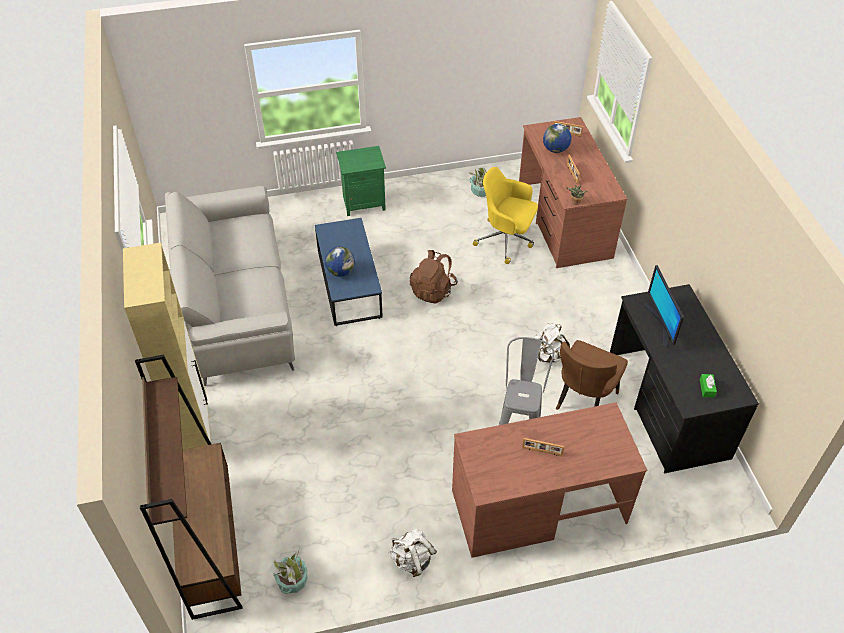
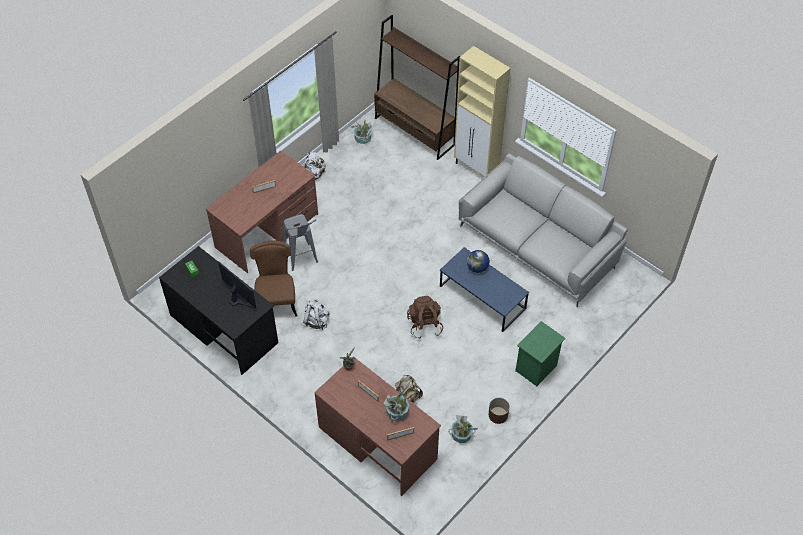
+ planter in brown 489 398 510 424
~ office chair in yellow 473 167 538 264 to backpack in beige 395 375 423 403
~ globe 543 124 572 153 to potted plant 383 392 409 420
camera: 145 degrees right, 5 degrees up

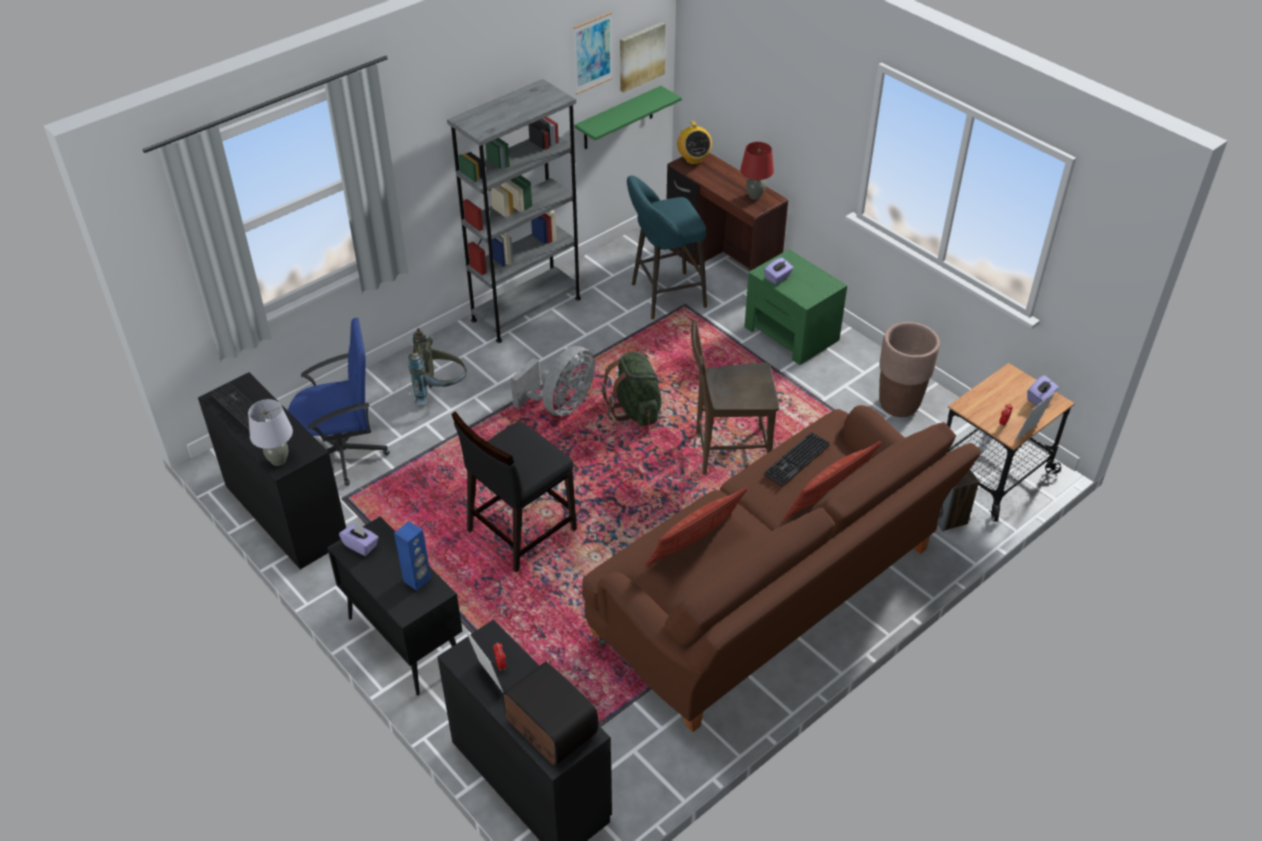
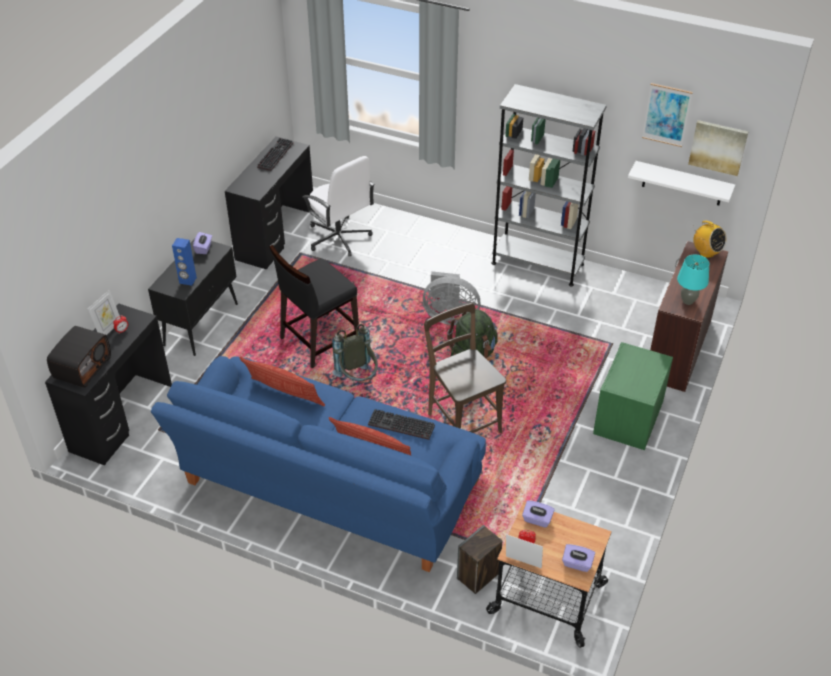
- table lamp in grey 248 399 293 466
- stool in turquoise 627 176 707 319
- planter in brown 879 322 940 417
~ backpack in grey 408 328 467 404 to 332 324 378 382
~ tissue box in purple 764 257 793 284 to 522 501 554 528
~ office chair in blue 288 318 390 486 to office chair in white 302 156 375 256
~ shelf in green 574 86 682 149 to shelf in white 628 161 735 206
~ sofa in brown 582 405 981 732 to sofa in blue 151 356 486 572
~ table lamp in red 740 142 774 200 to table lamp in turquoise 677 254 709 305
~ chair in black 451 411 577 572 = 270 245 359 368 60 degrees counterclockwise
~ radio 677 121 712 165 = 693 221 727 258 90 degrees counterclockwise
camera: 65 degrees right, 0 degrees up

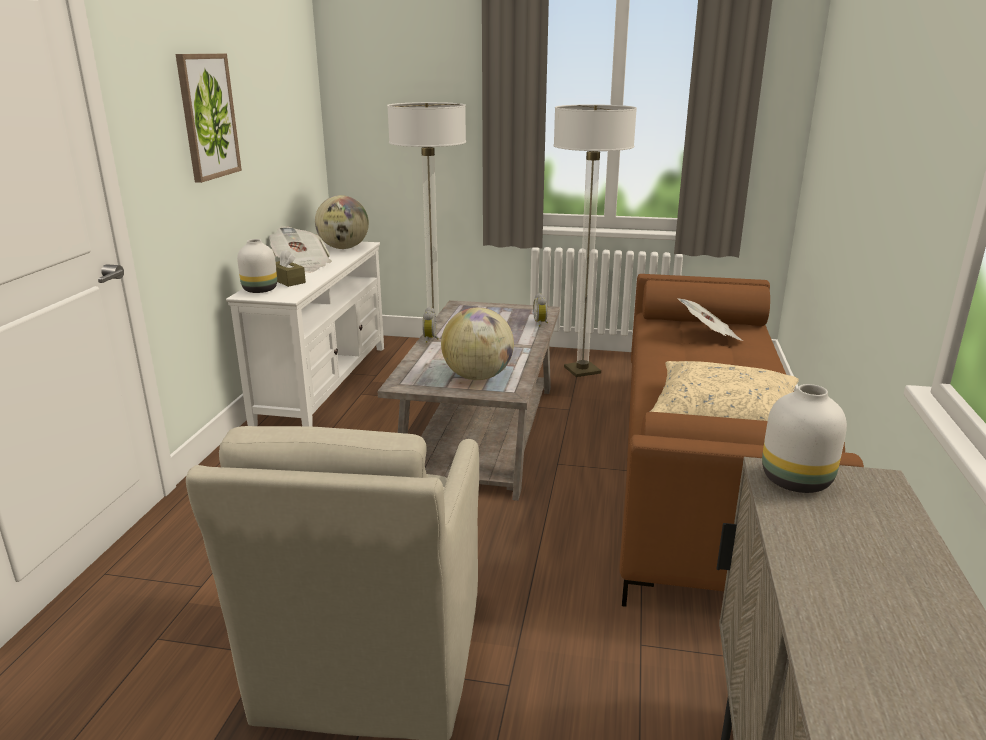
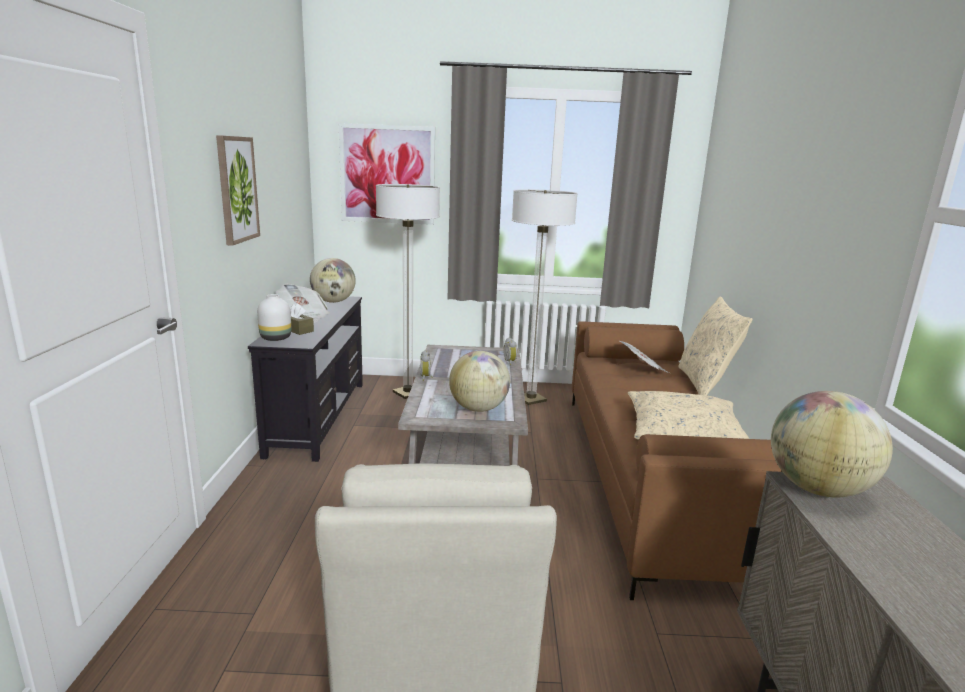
+ picture 339 123 435 225
+ pillow in beige 678 296 752 395
~ vase in white 762 384 847 493 to globe 771 391 893 497
~ tv stand in white 226 241 384 427 to tv stand in black 248 296 363 462
camera: 10 degrees left, 5 degrees down

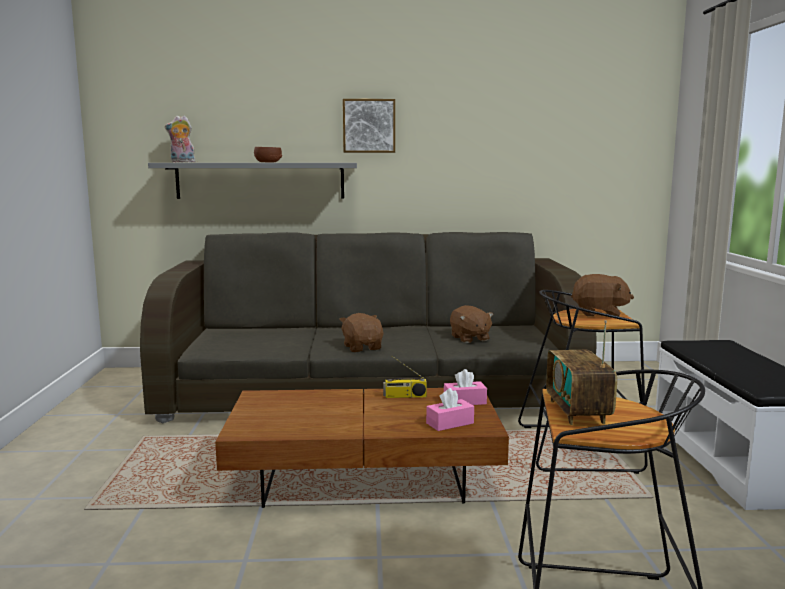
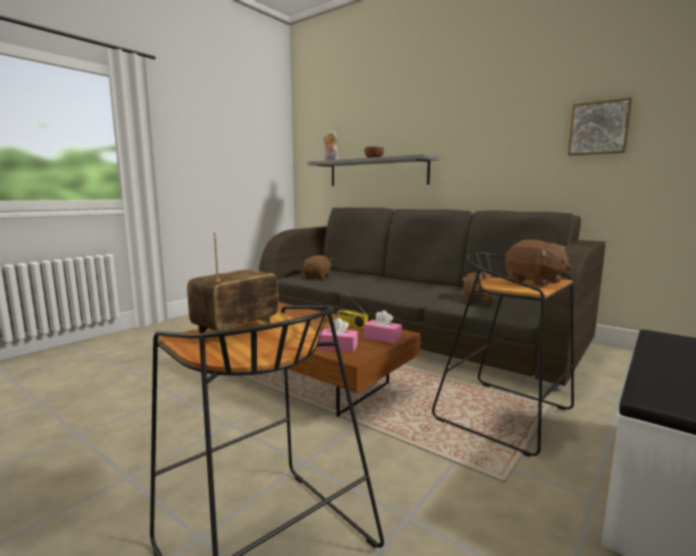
~ plush toy in brown 339 313 383 352 to 303 255 332 279
~ picture 343 99 395 153 to 568 97 632 156
camera: 40 degrees right, 0 degrees up

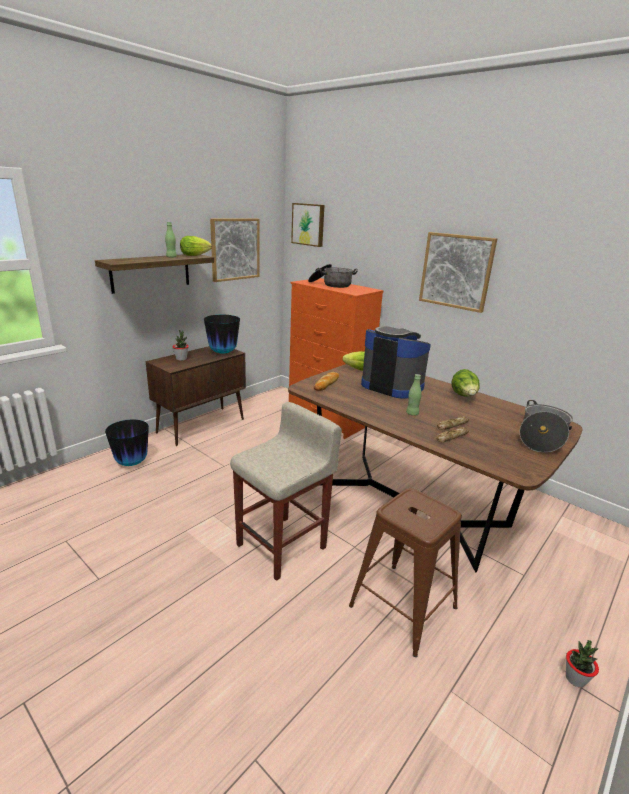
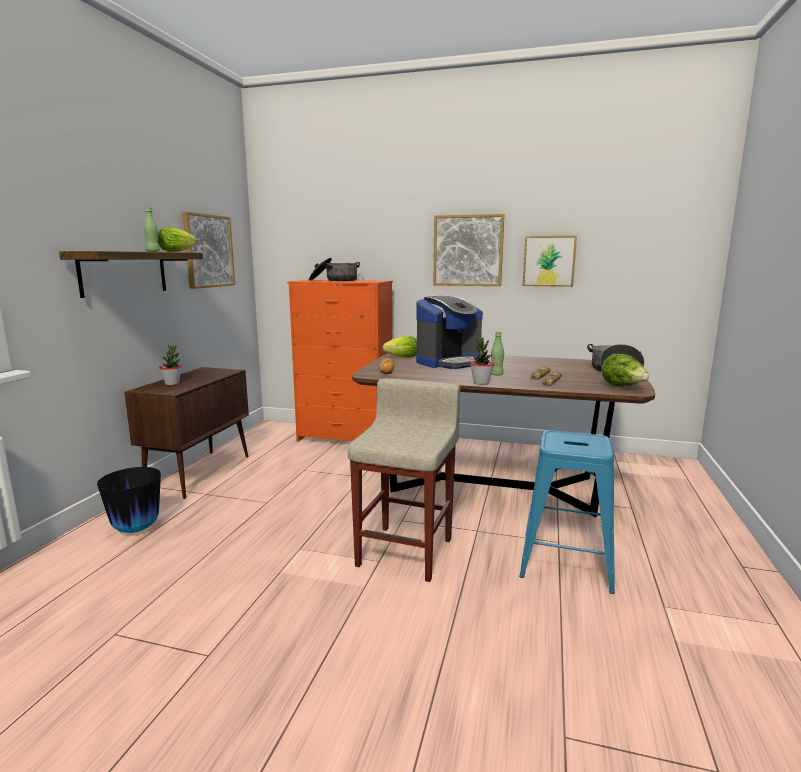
- vase 204 315 240 354
~ picture 291 203 324 247 to 523 236 577 287
~ lettuce 451 369 480 397 to 601 354 649 387
~ potted plant 566 640 599 688 to 470 338 494 385
~ stool in brown 349 488 462 657 to stool in blue 519 430 615 594
~ coffee machine 361 326 431 399 = 416 296 483 369 135 degrees clockwise
camera: 25 degrees left, 10 degrees down

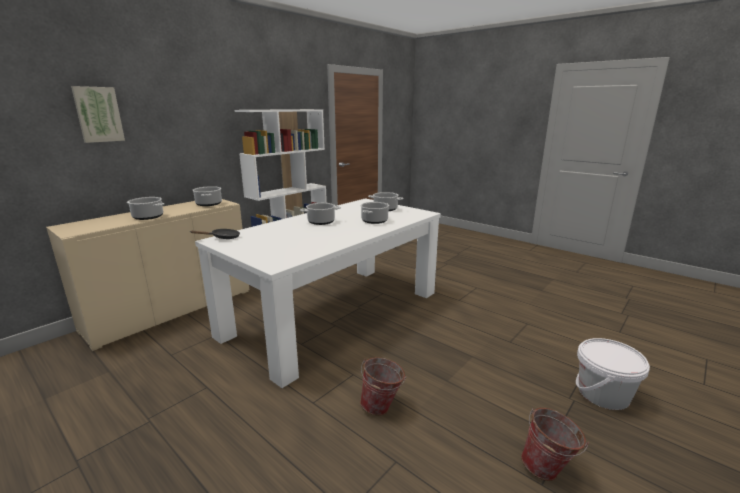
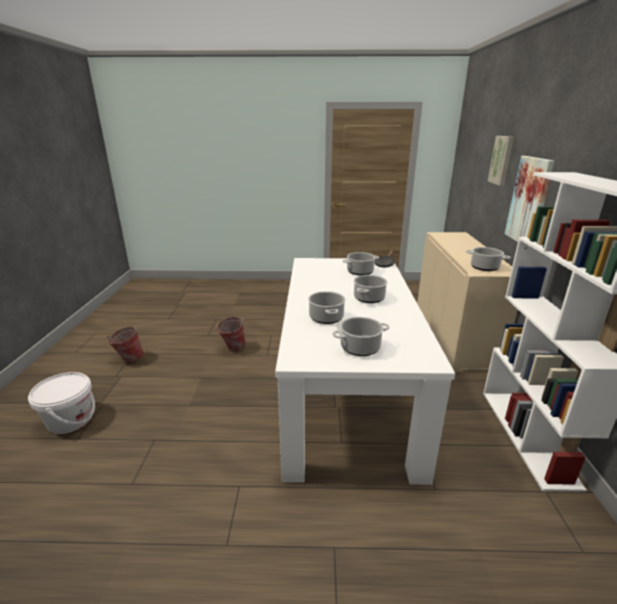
+ picture 505 156 554 242
~ cooking pot 127 197 165 220 to 343 252 379 275
camera: 140 degrees right, 5 degrees up

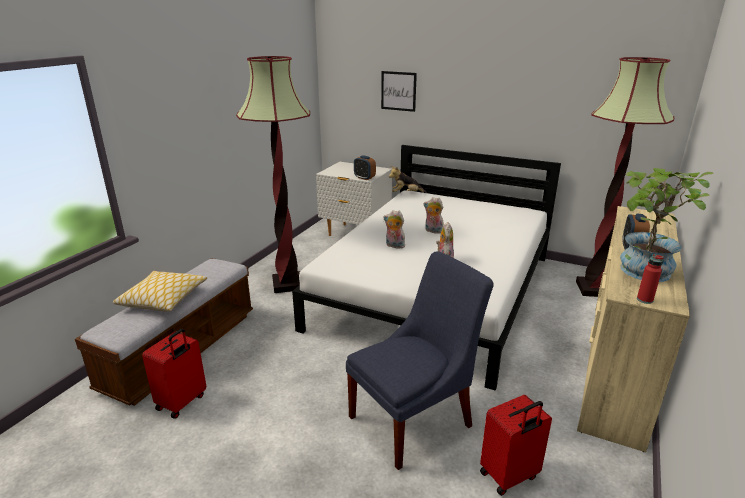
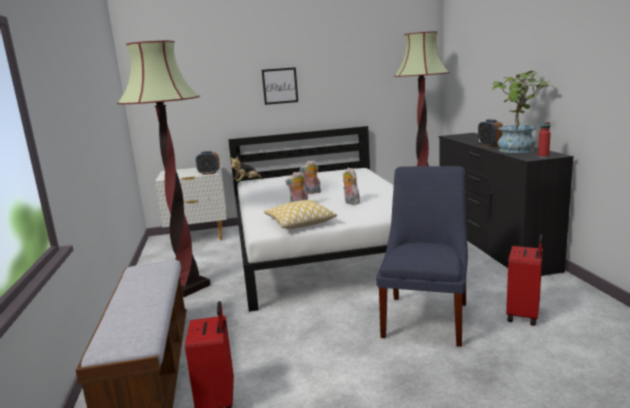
~ pillow 113 271 207 312 to 264 200 337 229
~ picture 381 71 417 112 to 262 67 298 105
~ dresser in beige 577 206 690 452 to dresser in black 439 133 574 276
camera: 35 degrees left, 10 degrees down

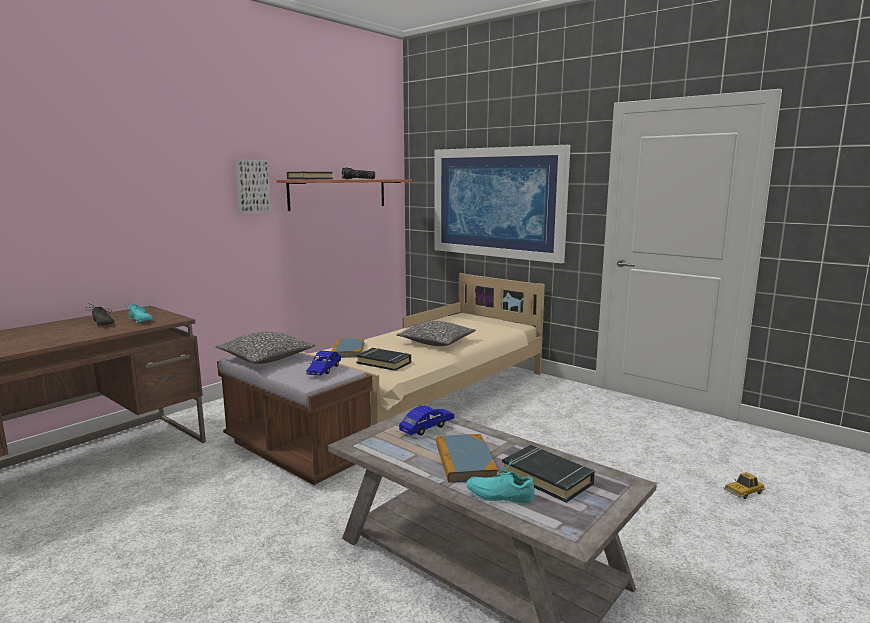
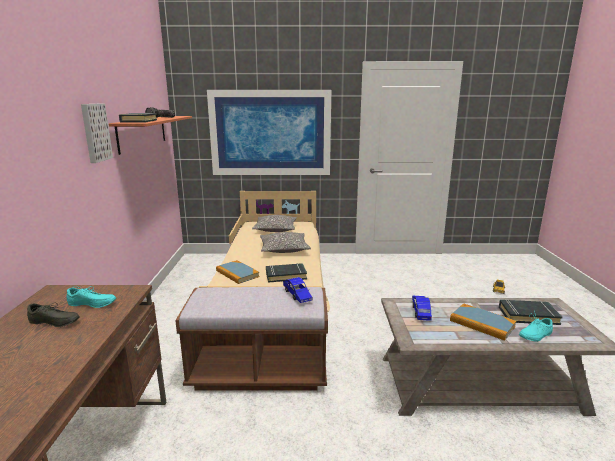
~ pillow 215 332 315 364 to 252 215 297 232
camera: 40 degrees left, 5 degrees up

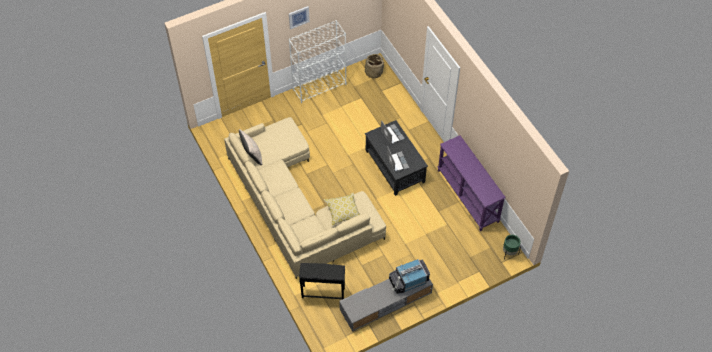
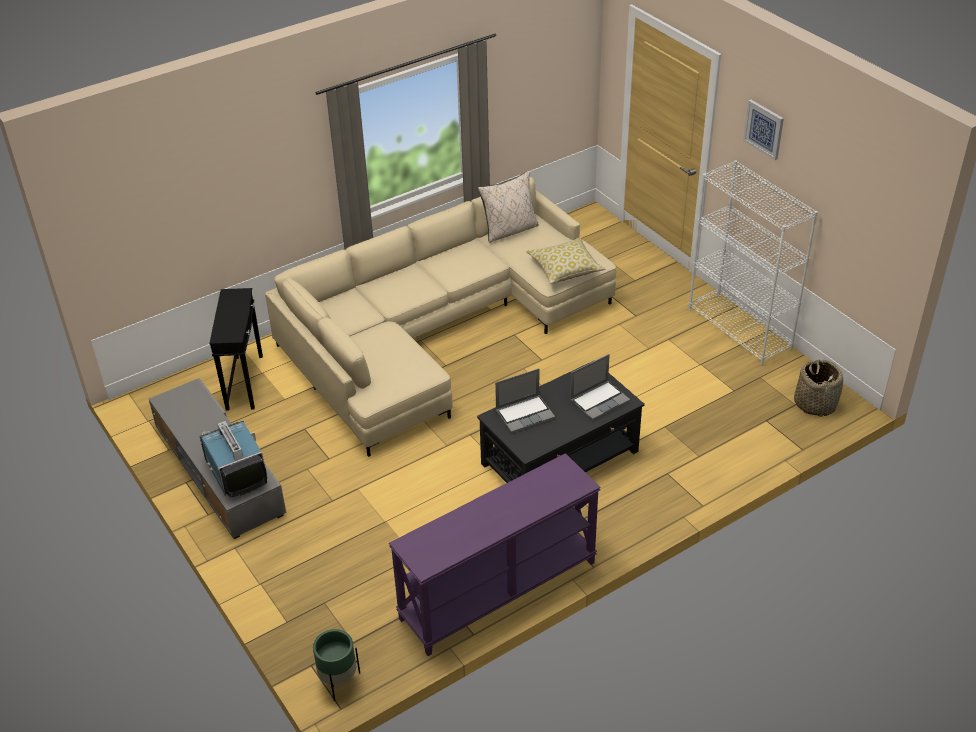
~ pillow 324 193 360 225 to 526 237 605 284
camera: 85 degrees right, 15 degrees down

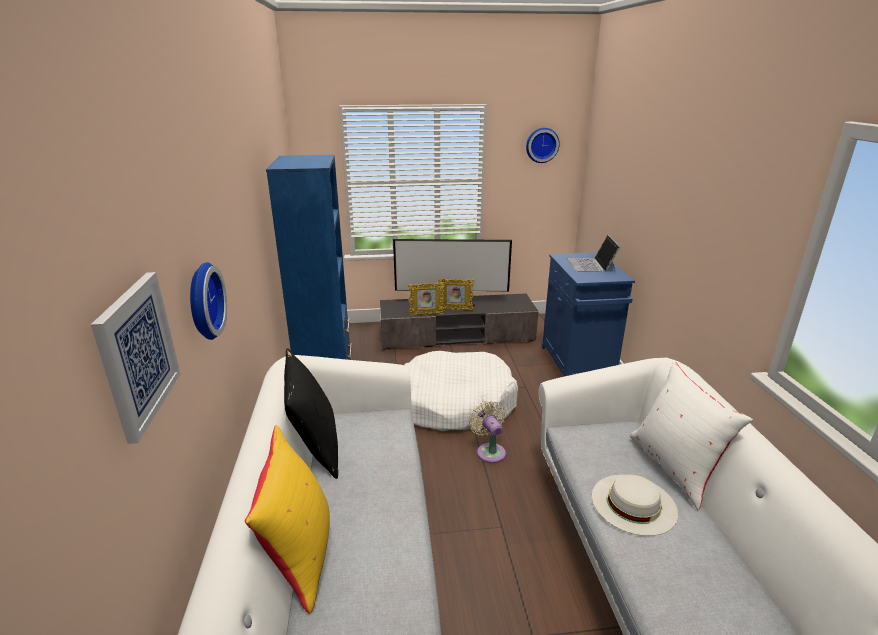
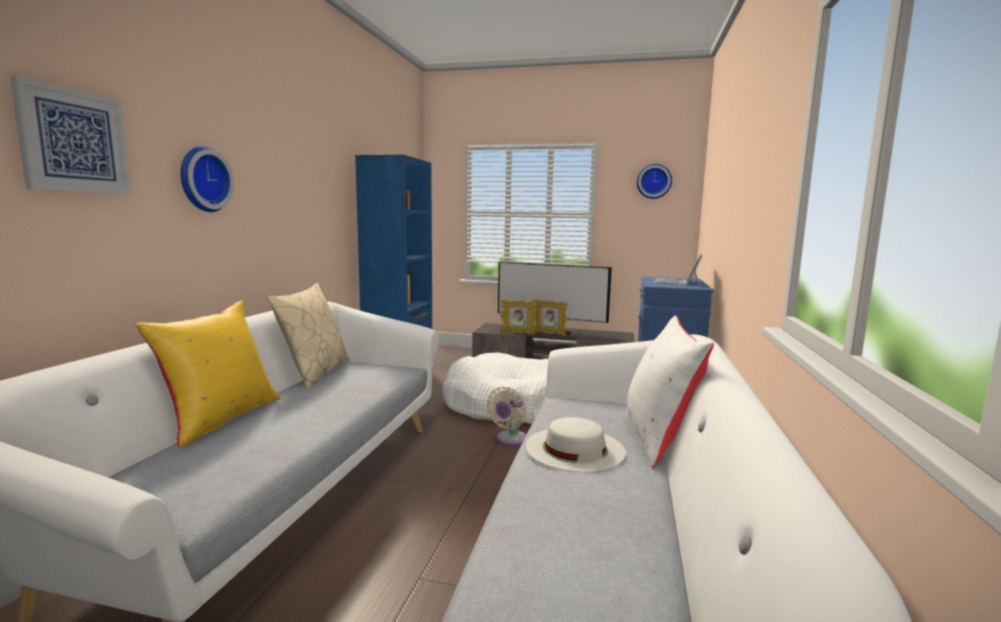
~ pillow in black 284 348 338 479 to pillow in beige 268 283 350 389
~ fan in beige 469 401 506 463 = 487 387 526 445 150 degrees counterclockwise
camera: 20 degrees right, 15 degrees down

